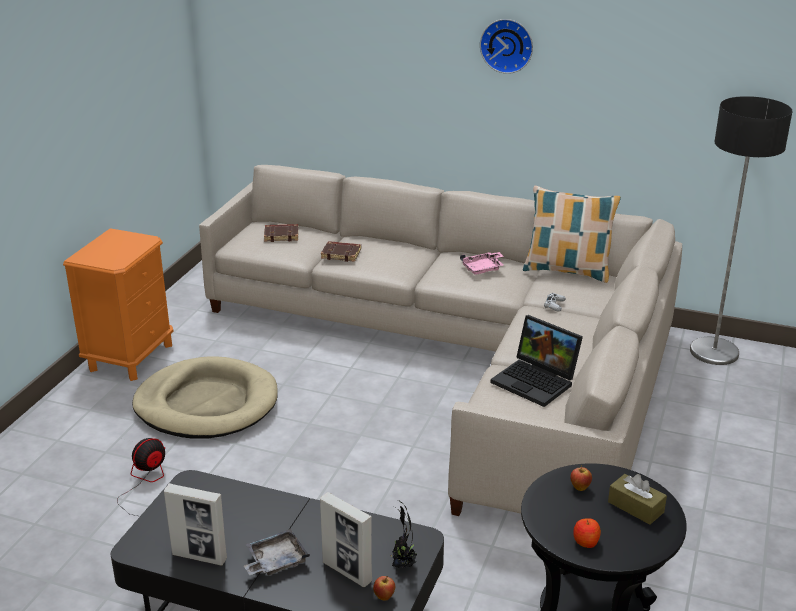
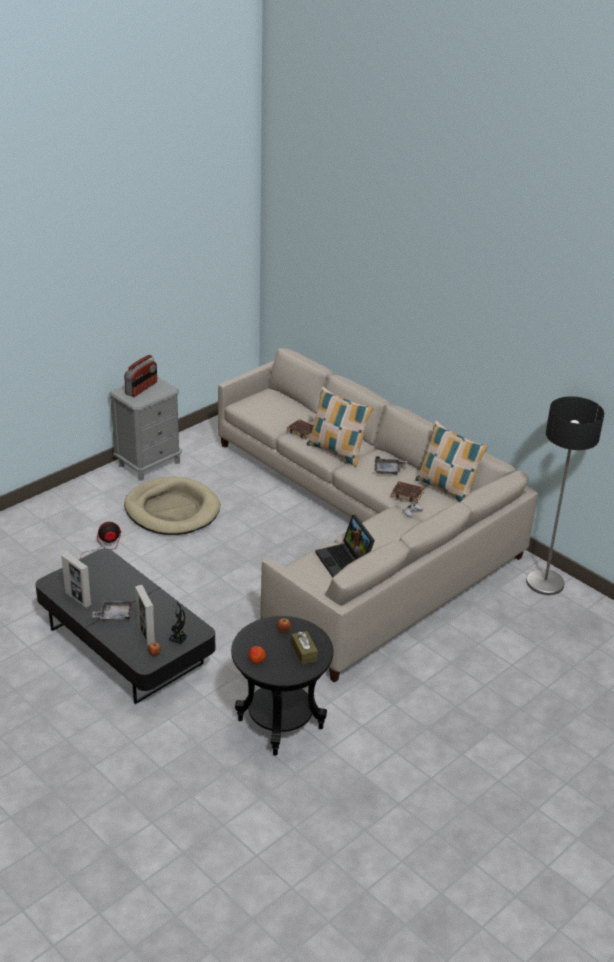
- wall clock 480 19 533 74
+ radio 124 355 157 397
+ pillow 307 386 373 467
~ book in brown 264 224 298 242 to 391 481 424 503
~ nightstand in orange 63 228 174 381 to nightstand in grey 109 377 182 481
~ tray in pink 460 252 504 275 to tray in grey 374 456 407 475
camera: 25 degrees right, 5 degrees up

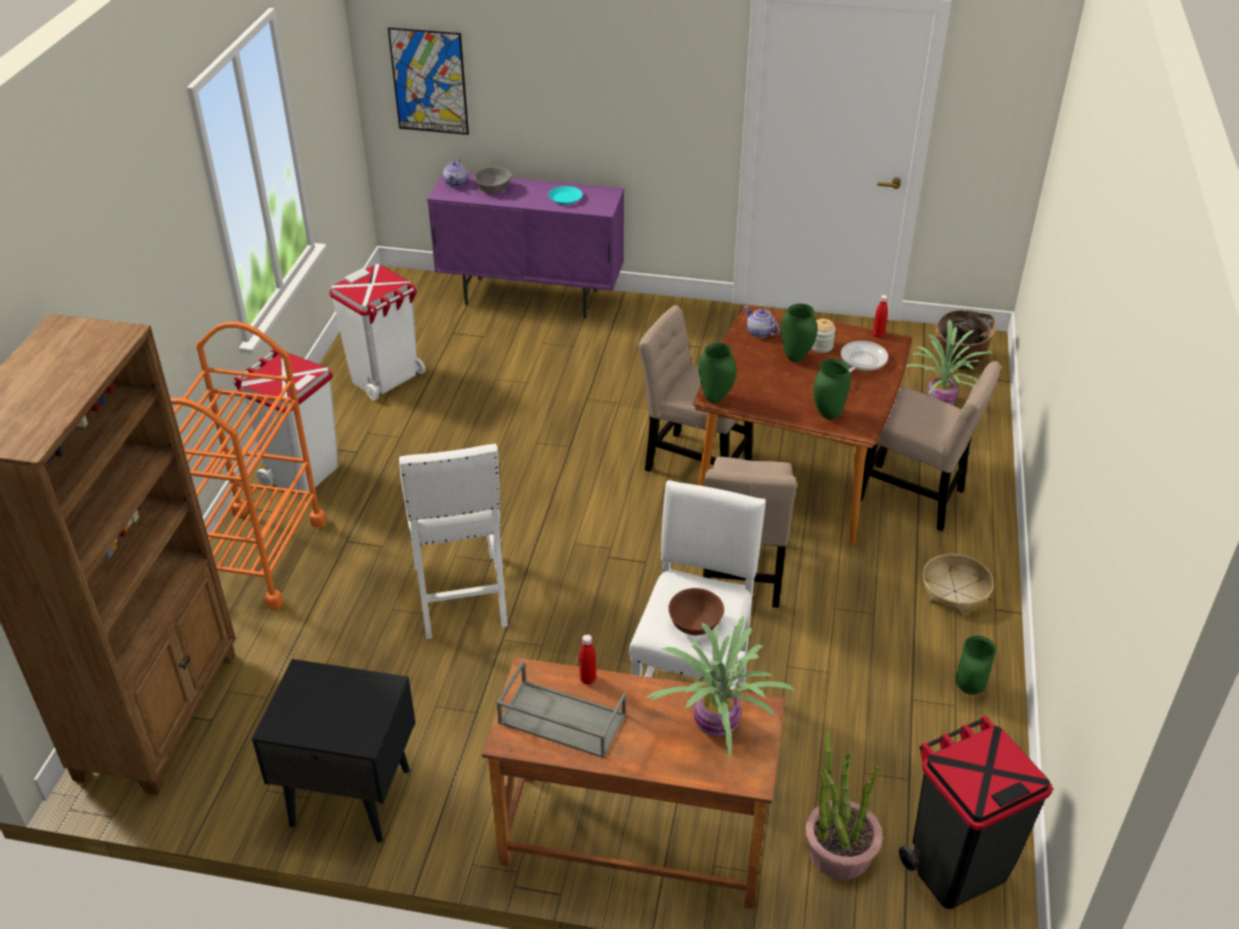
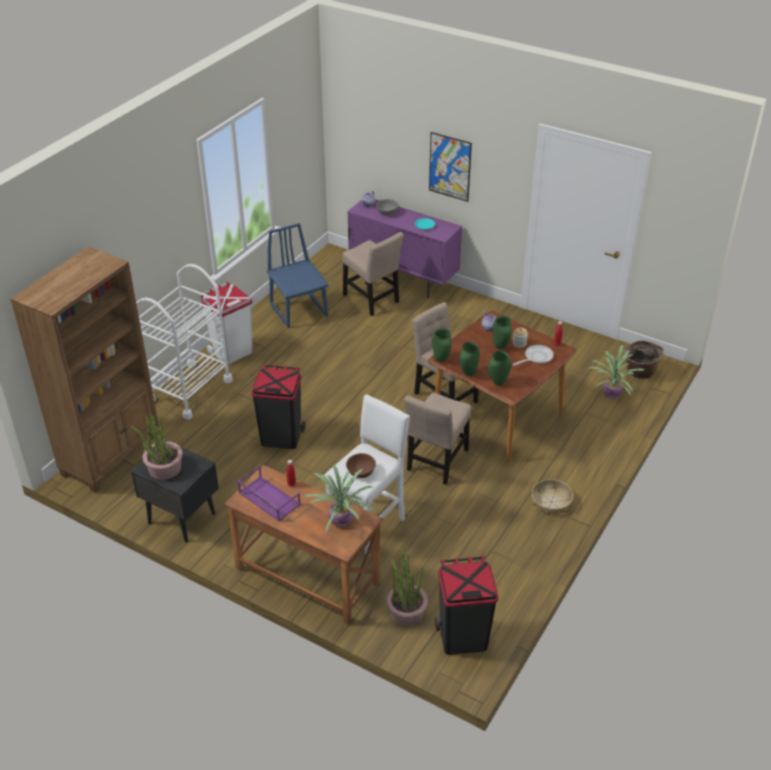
+ potted plant 131 413 183 480
~ picture 388 27 469 135 to 429 132 472 202
~ chair in beige 861 361 1001 531 to 342 232 404 316
~ vase in green 956 636 996 695 to 460 342 480 376
~ trash can in white 329 264 426 401 to chair in blue 267 223 328 328
~ stool in white 399 444 508 639 to trash can in black 251 364 305 449
~ cart in orange 170 322 326 610 to cart in white 136 264 233 420
~ tray in grey 496 661 626 758 to tray in purple 237 466 301 521
camera: 20 degrees right, 0 degrees up

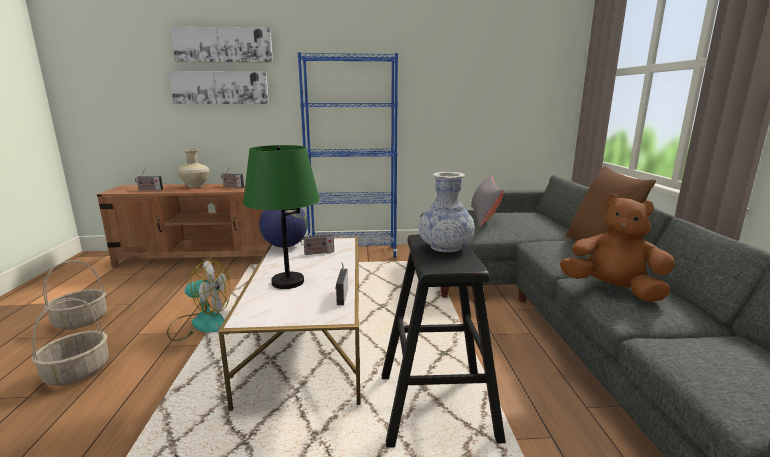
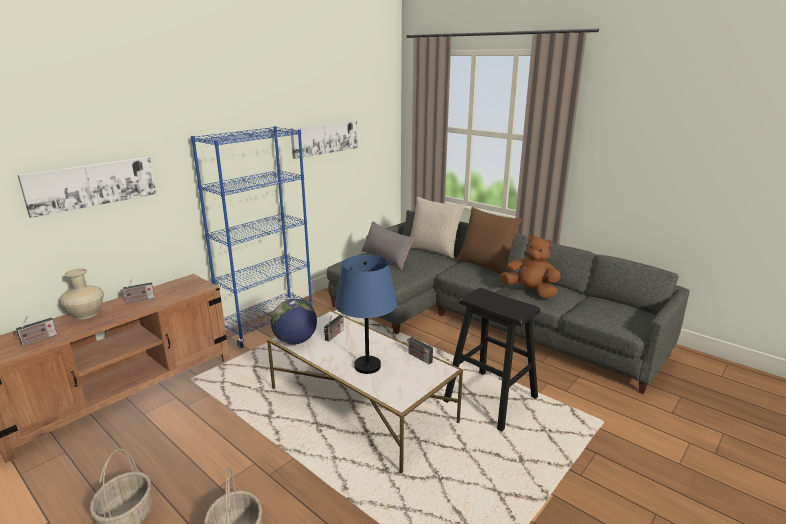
- fan 167 259 230 341
- vase 419 172 475 252
+ pillow in beige 410 197 465 258
~ picture 171 27 273 63 to 291 121 358 159
~ table lamp in green 243 145 320 289 to table lamp in blue 335 255 397 374
~ plush toy in brown 560 195 675 302 = 500 234 561 298 45 degrees clockwise
camera: 45 degrees left, 5 degrees up

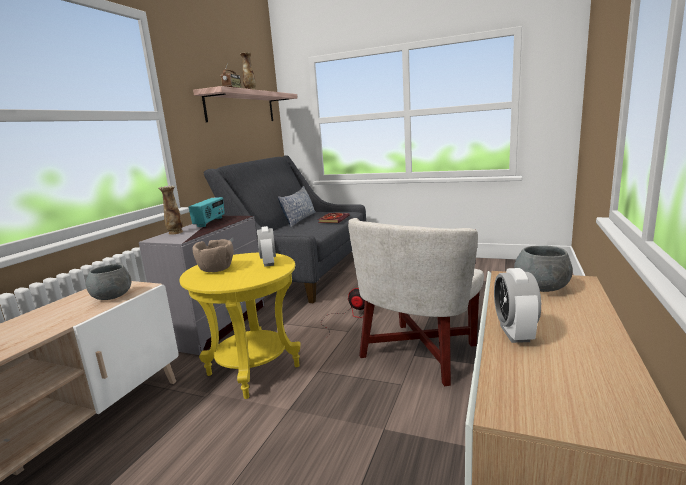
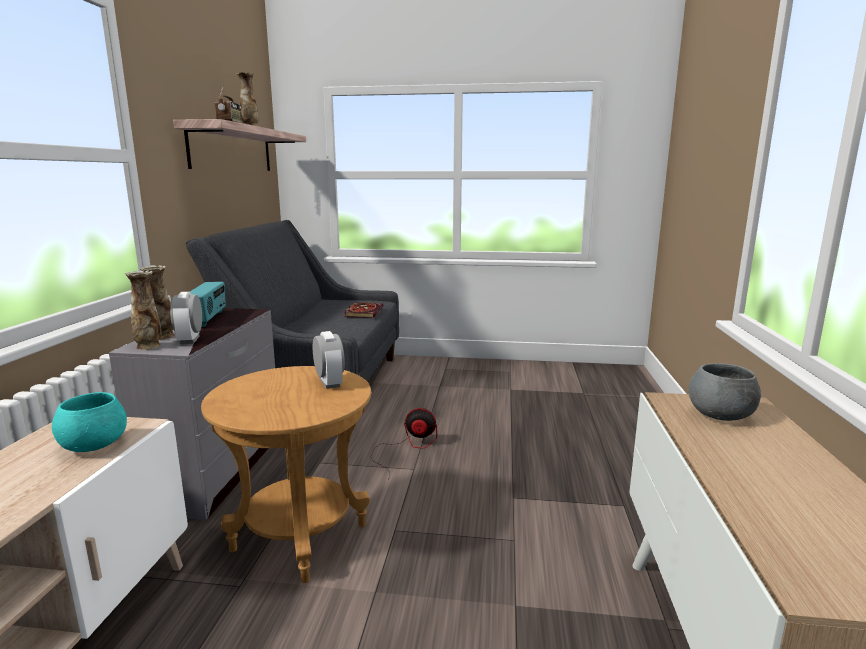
- bowl in brown 192 239 234 272
- pillow 278 186 316 228
- armchair in white 348 218 484 386
+ vase 125 271 161 350
~ alarm clock 494 268 541 343 to 170 292 202 344
~ bowl in grey 86 264 131 300 to bowl in turquoise 52 392 127 452
~ side table in yellow 179 253 300 399 to side table in brown 201 366 371 583
camera: 15 degrees left, 0 degrees up

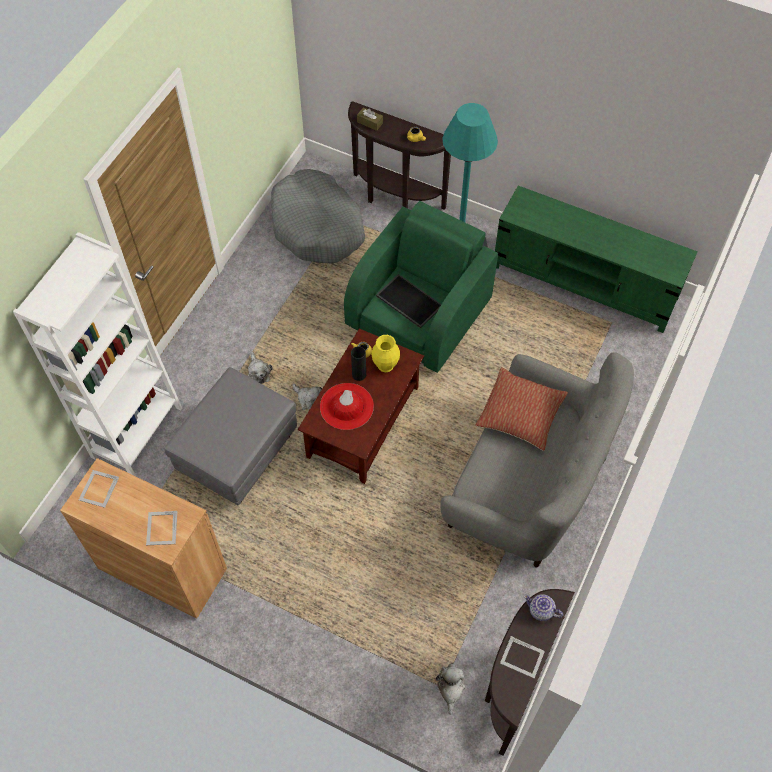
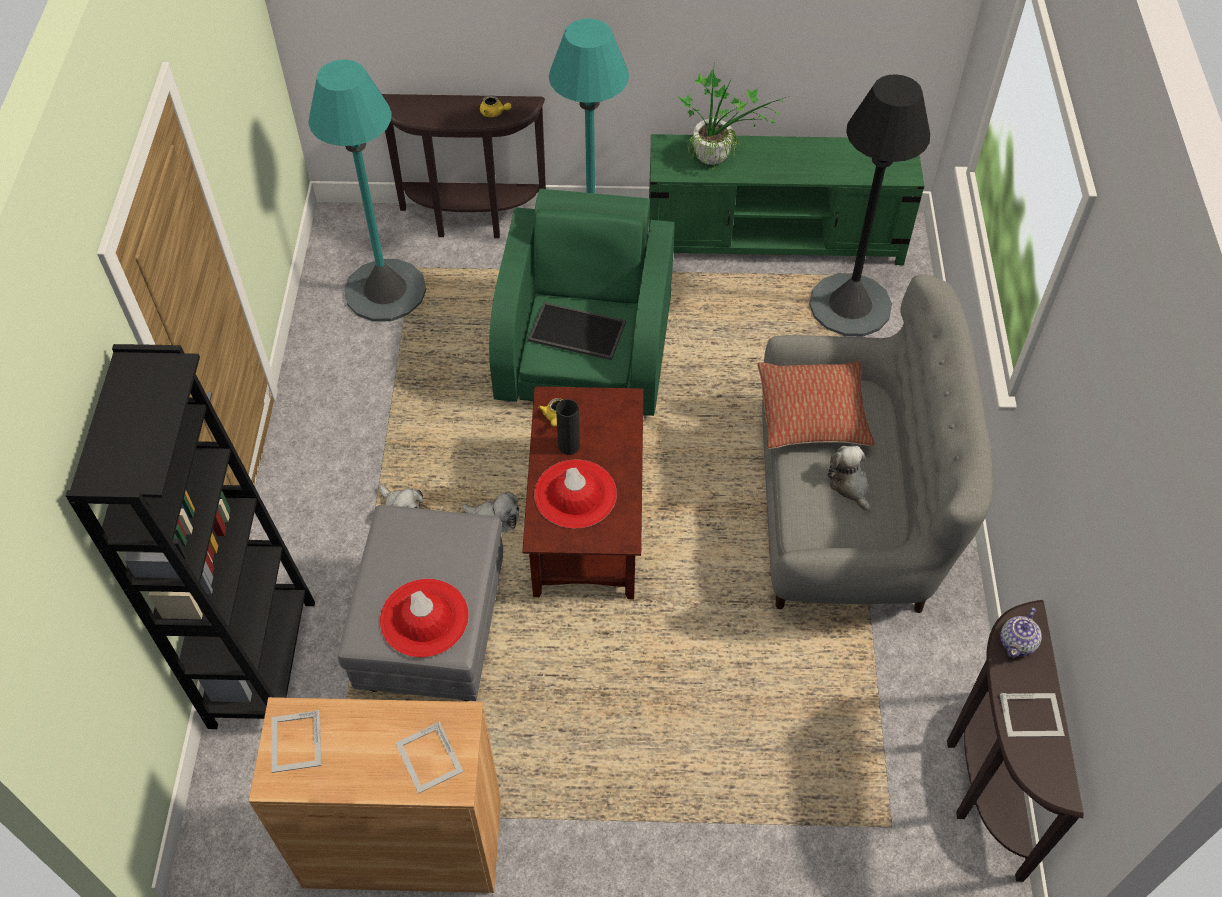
- tissue box in brown 357 107 383 131
- vase in yellow 371 335 400 372
+ hat in red 380 579 469 658
+ potted plant 678 69 789 169
+ floor lamp in black 809 74 930 337
~ plush toy 436 663 466 715 to 828 446 870 512
~ dog bed in grey 271 169 365 264 to floor lamp in turquoise 308 60 426 322
~ bookcase in white 13 232 182 476 to bookcase in black 65 344 315 729
~ teapot 524 594 563 621 = 1000 608 1042 658 60 degrees counterclockwise
camera: 25 degrees left, 5 degrees down

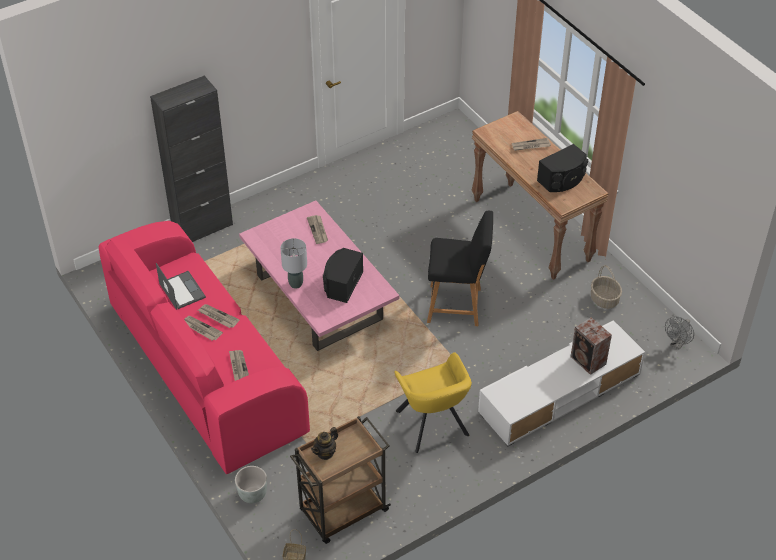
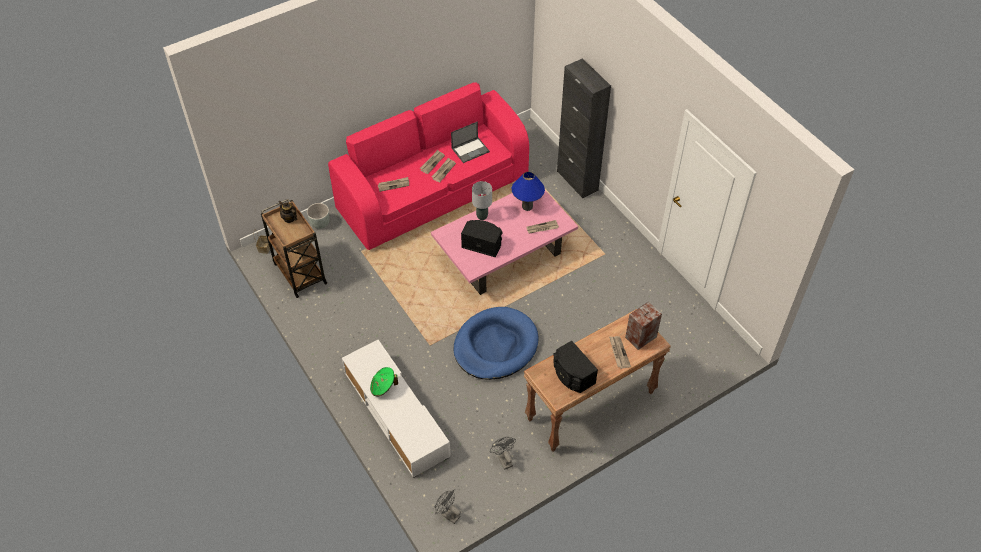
- armchair in yellow 394 353 472 453
+ hat in green 370 367 398 396
+ table lamp in blue 512 172 545 211
~ speaker 571 317 612 375 to 625 302 662 350
~ stool in black 427 211 493 326 to dog bed in blue 454 307 538 380
~ basket 591 265 622 309 to fan in grey 490 437 516 470
camera: 90 degrees right, 5 degrees up

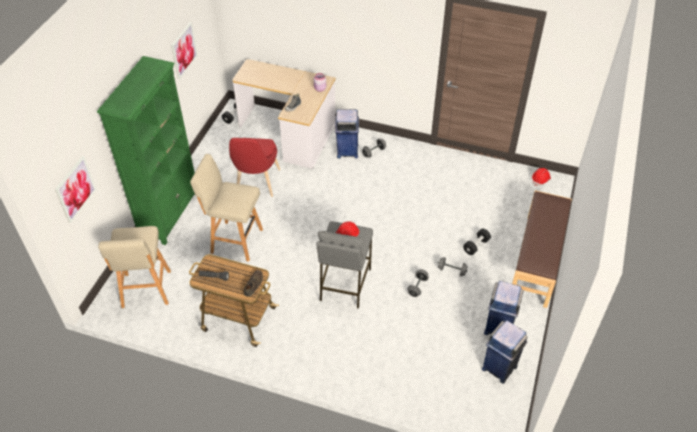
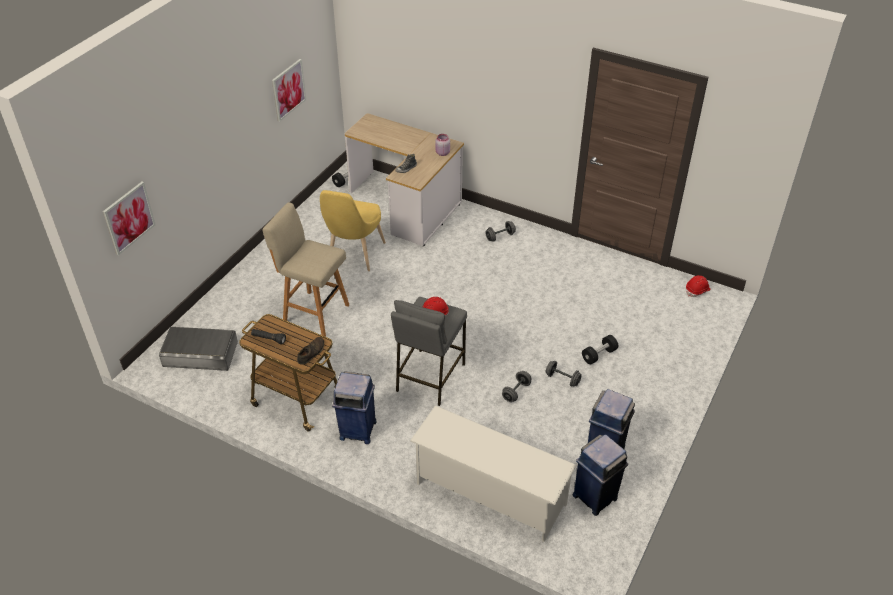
- bookcase in green 97 56 195 245
- bench in brown 512 190 572 308
+ shoe rack in white 410 405 577 542
~ trash can in blue 335 109 359 158 to 332 371 377 444
~ stool in beige 98 226 171 308 to storage box in grey 159 327 238 371
~ chair in red 229 138 280 197 to chair in yellow 320 190 386 271
camera: 10 degrees right, 5 degrees down

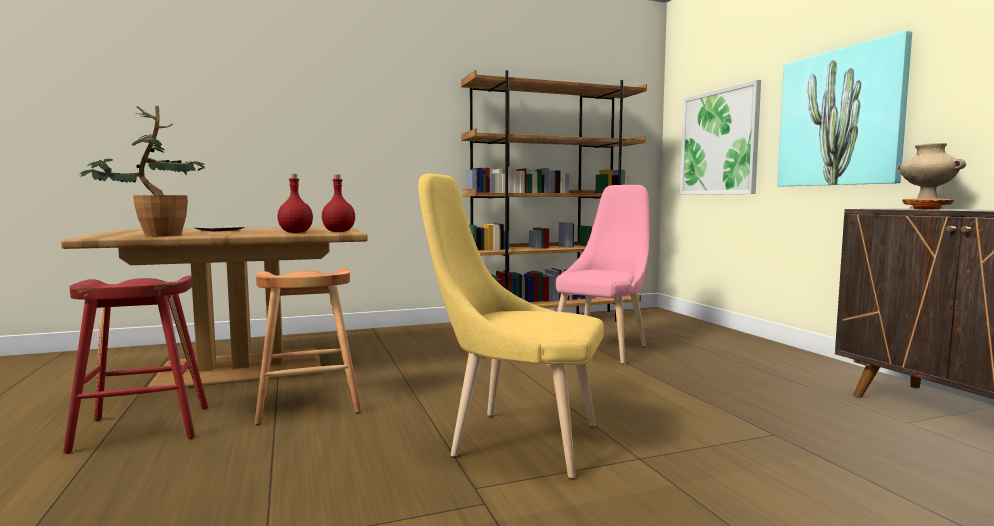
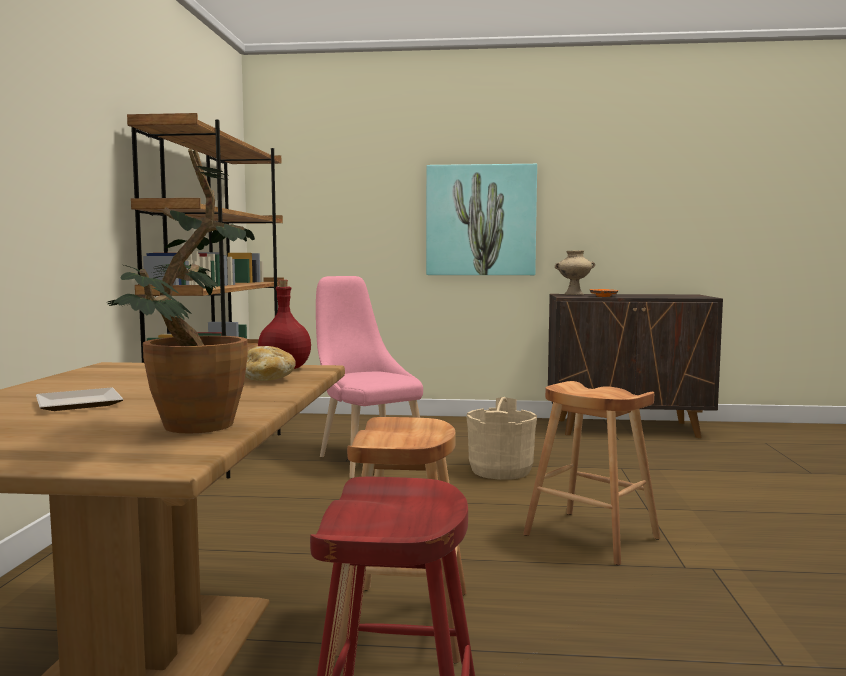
- picture 680 80 761 195
+ bucket in beige 466 397 537 480
~ bottle in red 277 174 313 233 to bread 245 346 296 381
~ chair in yellow 418 173 604 478 to stool in brown 523 381 660 565
camera: 65 degrees left, 0 degrees up

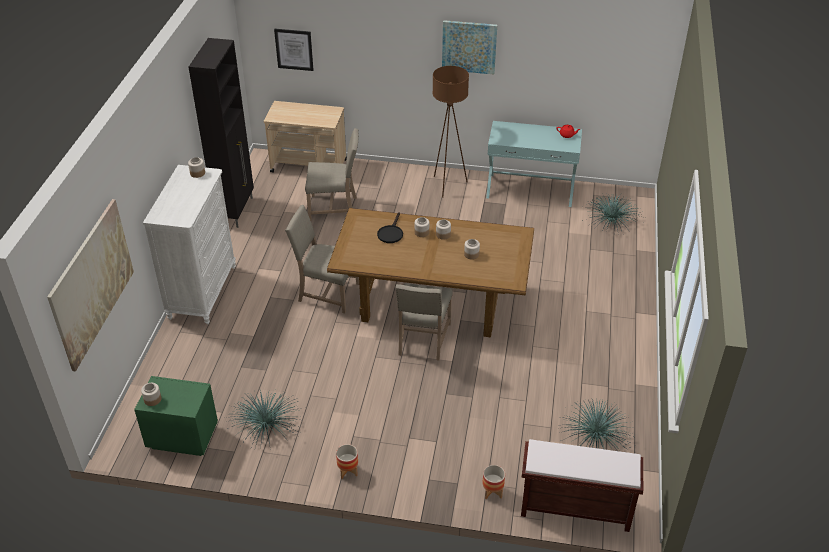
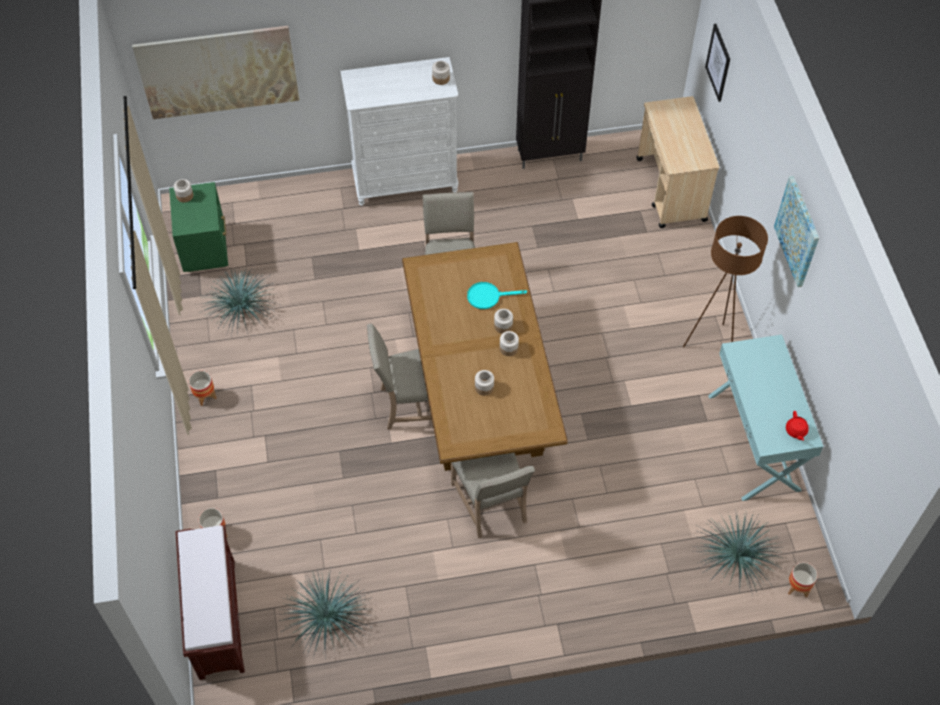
+ planter 788 562 818 597
~ chair in beige 305 128 359 221 to 451 453 535 539
~ frying pan in black 377 212 403 243 to frying pan in turquoise 467 282 527 309
camera: 70 degrees right, 15 degrees up

